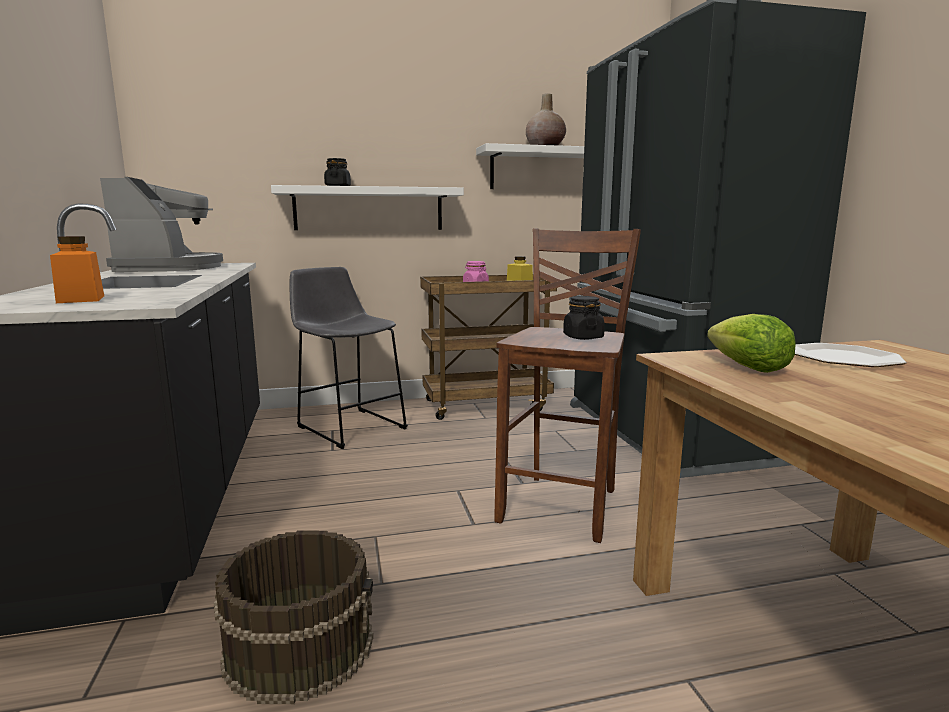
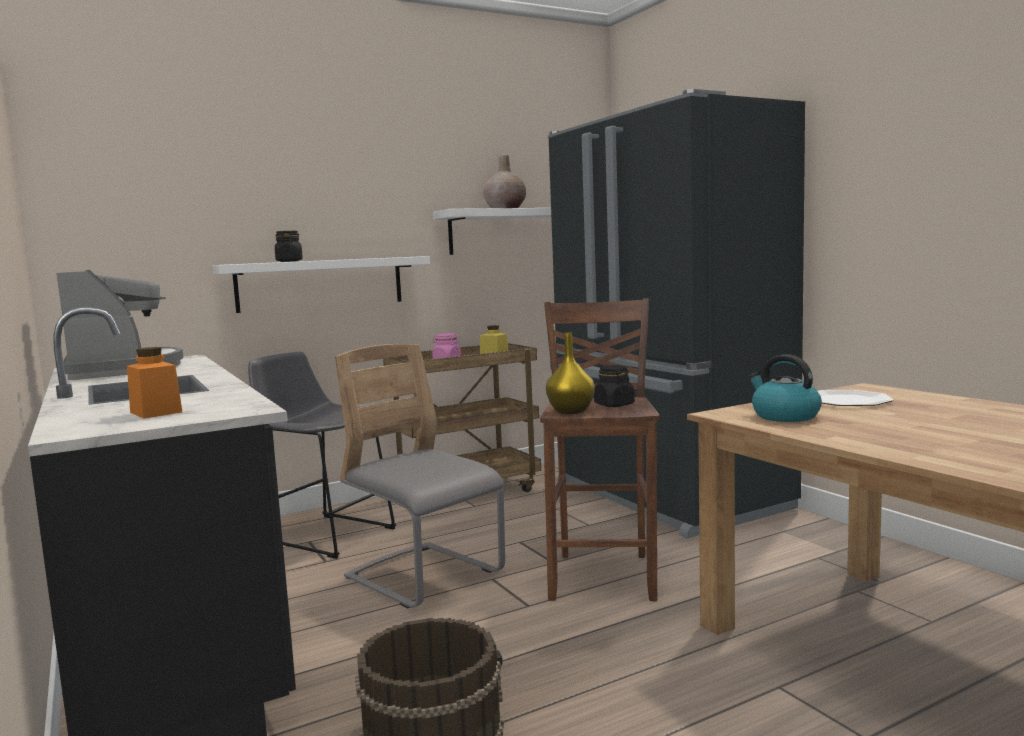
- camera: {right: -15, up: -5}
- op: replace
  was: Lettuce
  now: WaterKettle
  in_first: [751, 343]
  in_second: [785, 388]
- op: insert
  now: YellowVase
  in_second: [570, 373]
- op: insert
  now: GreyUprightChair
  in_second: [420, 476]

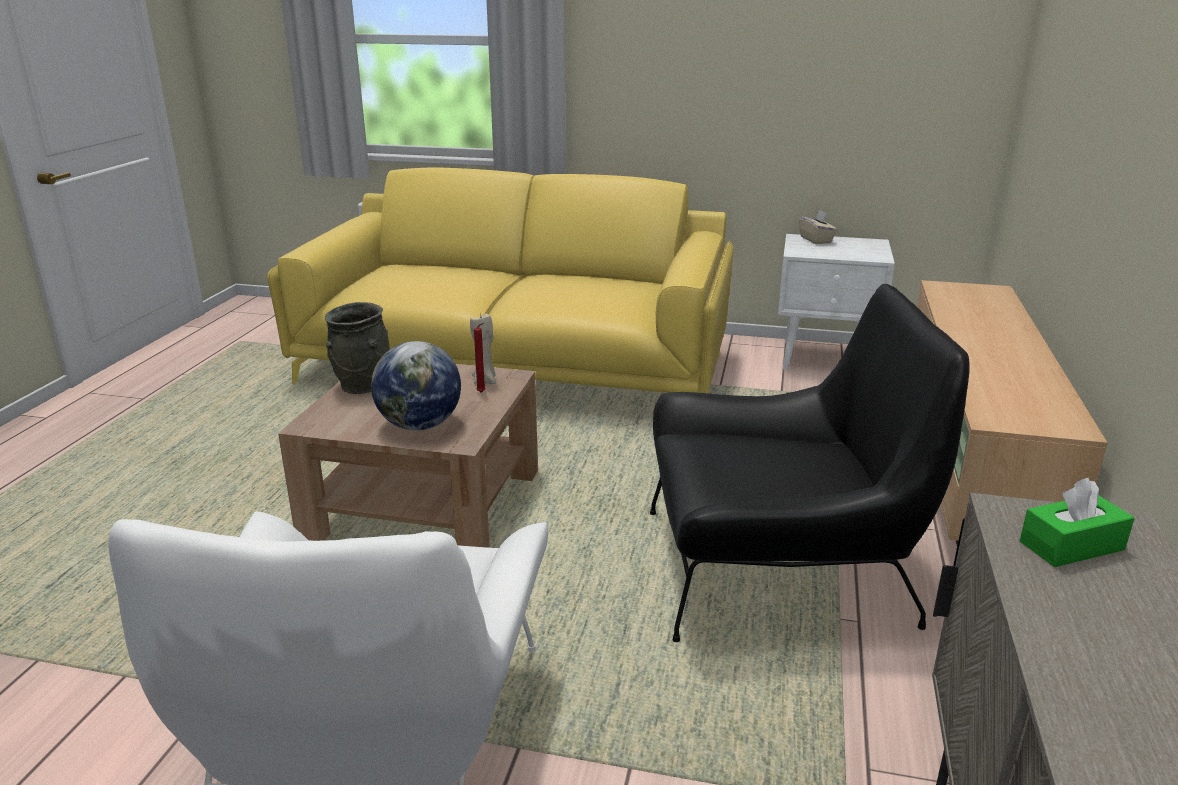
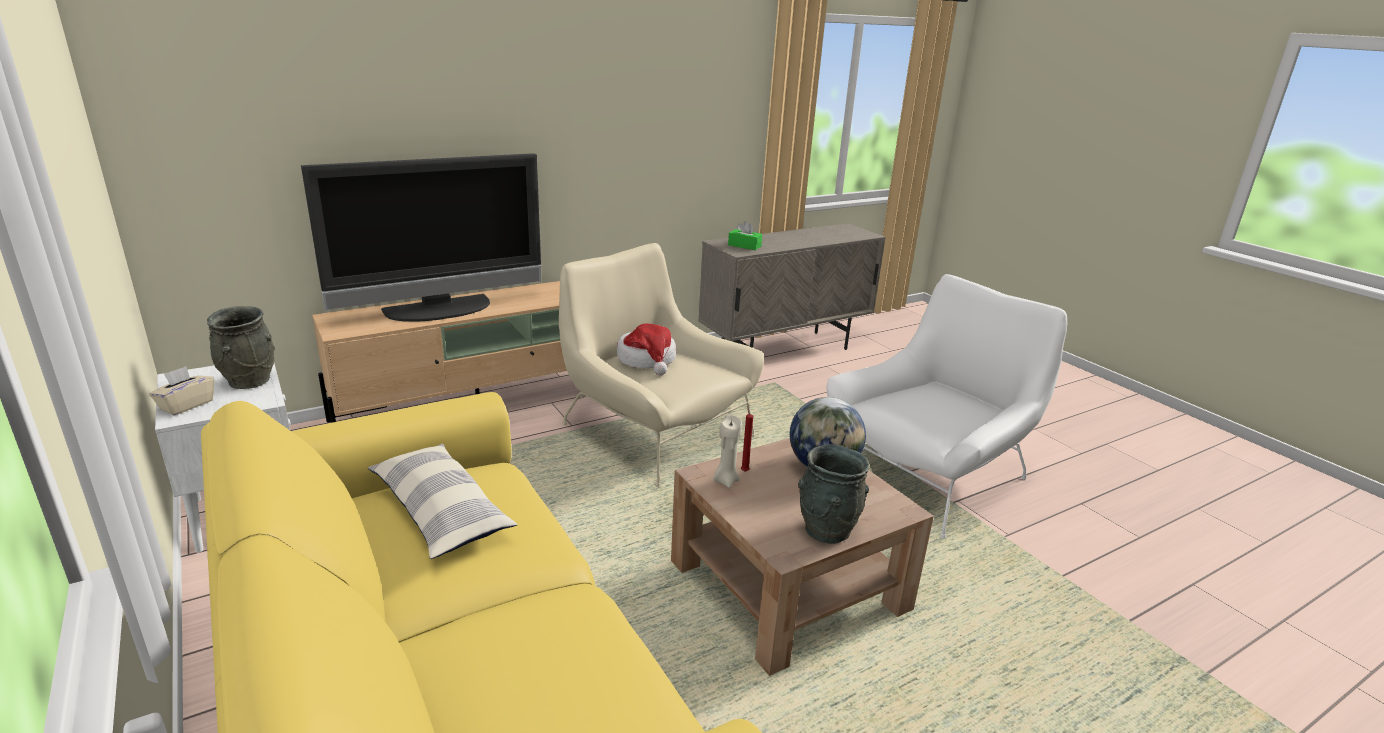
- camera: {right: -135, up: 0}
- op: recolor
  was: BlackColouredLoungeChair
  now: BeigeLoungeChair
  in_first: [810, 463]
  in_second: [661, 365]
- op: insert
  now: TvSet
  in_second: [421, 237]
- op: insert
  now: GreyVase
  in_second: [241, 347]
- op: insert
  now: WearableHat
  in_second: [646, 349]
- op: insert
  now: Pillow
  in_second: [443, 501]

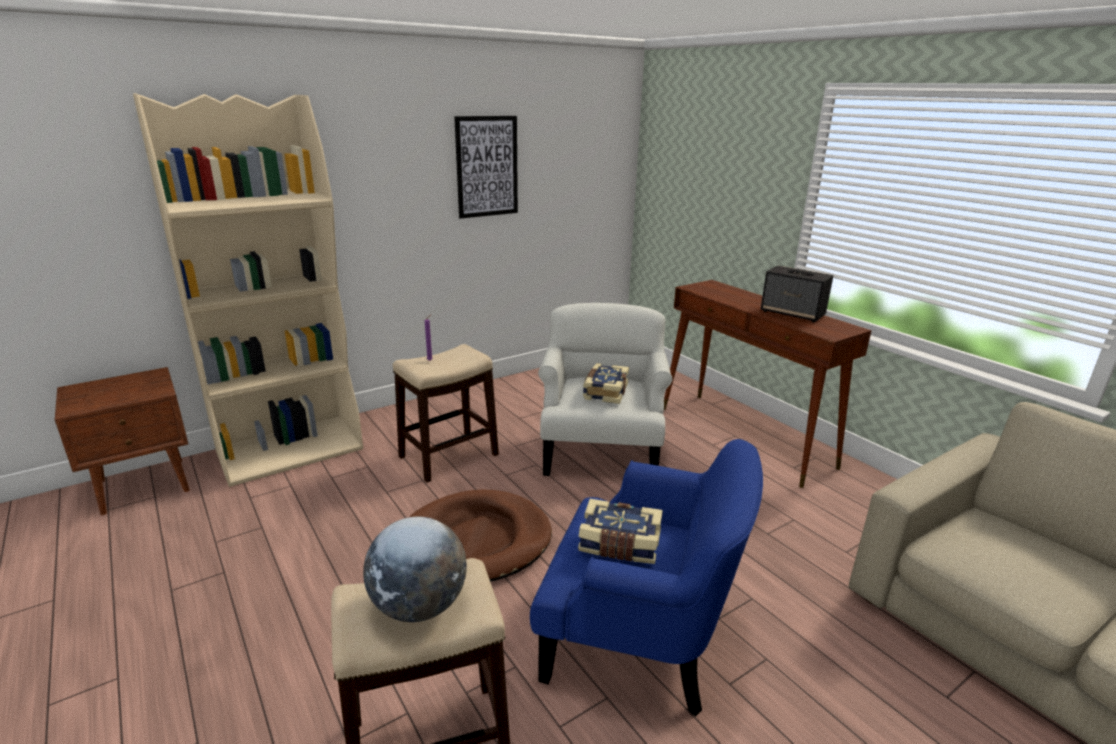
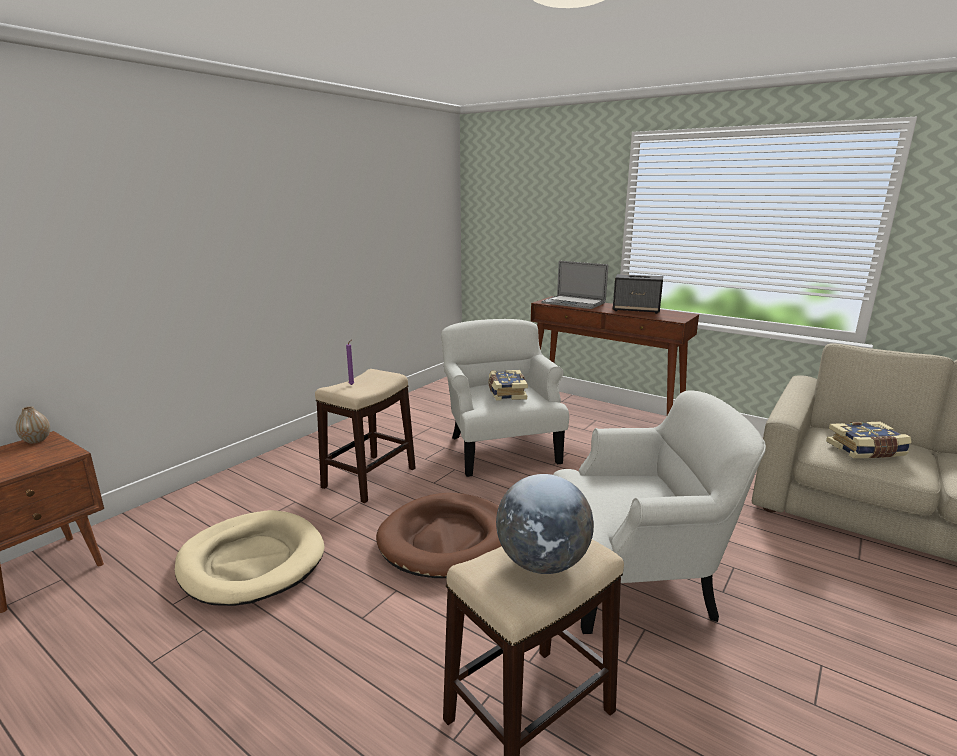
- camera: {right: -20, up: -5}
- op: delete
  was: BeigeShelvingUnit
  in_first: [248, 290]
- op: delete
  was: WallArt
  in_first: [486, 167]
- op: recolor
  was: BlueLoungeChair
  now: WhiteColouredLoungeChair
  in_first: [646, 578]
  in_second: [659, 512]
- op: move
  was: BoundBook
  in_first: [620, 531]
  in_second: [869, 439]
- op: insert
  now: Laptop
  in_second: [574, 285]
- op: insert
  now: Vase
  in_second: [33, 424]
- op: insert
  now: BeigePetBed
  in_second: [249, 558]

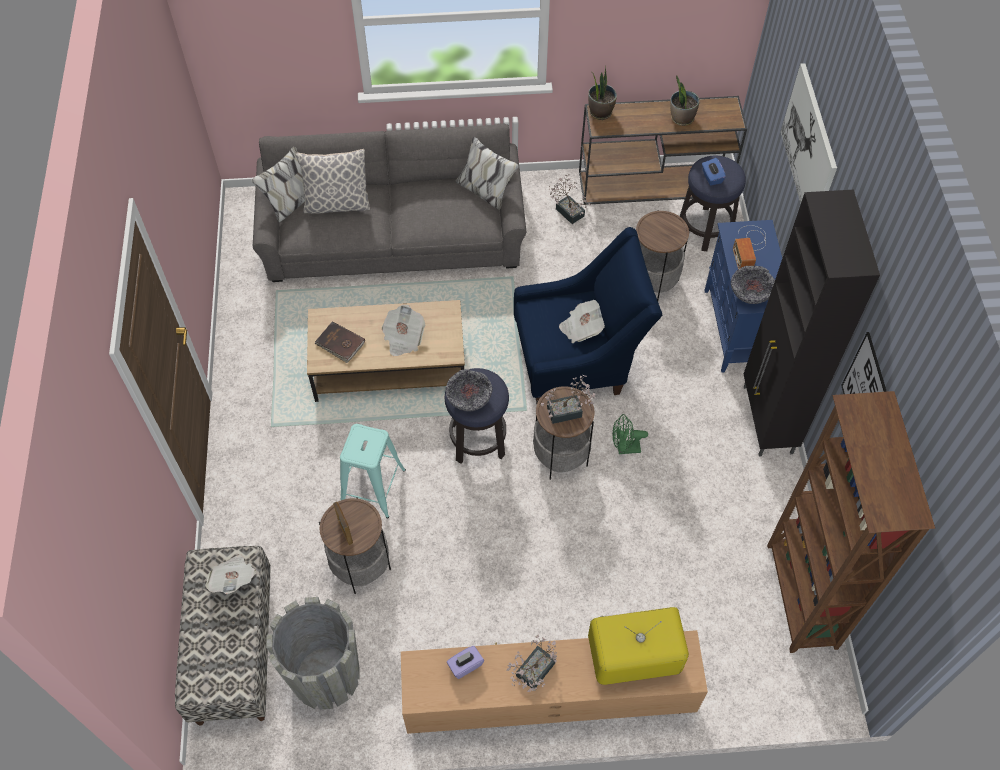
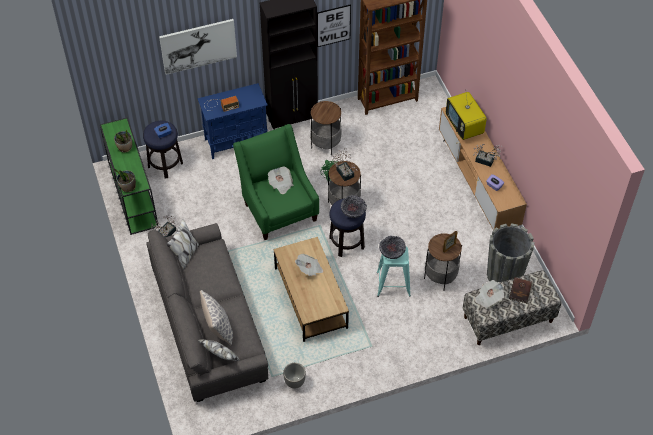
- camera: {right: -105, up: -5}
- op: recolor
  was: BrownColouredNarrowTable
  now: GreenishNarrowTable
  in_first: [663, 150]
  in_second: [129, 176]
- op: move
  was: AccentTable
  in_first: [663, 255]
  in_second: [325, 128]
- op: recolor
  was: BlueLoungeChair
  now: GreenishLoungeChair
  in_first: [588, 315]
  in_second: [276, 182]
- op: move
  was: Bowl
  in_first: [753, 285]
  in_second: [392, 247]
- op: move
  was: BrownColouredBoundBook
  in_first: [340, 342]
  in_second: [521, 290]
- op: insert
  now: Planter
  in_second: [294, 375]

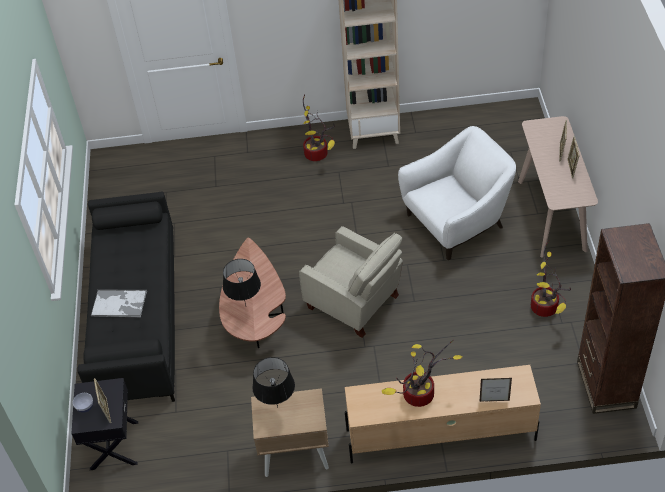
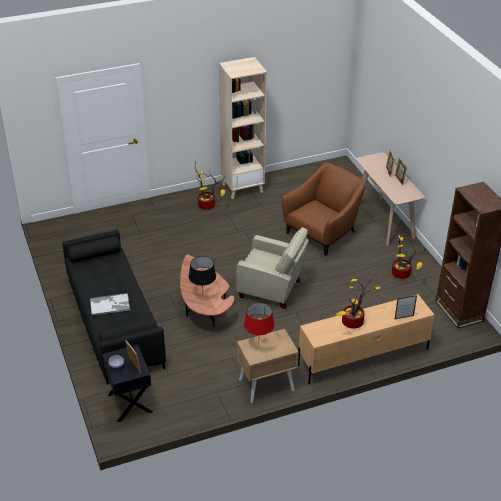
- camera: {right: -20, up: -10}
- op: recolor
  was: WhiteColouredLoungeChair
  now: BrownColouredLoungeChair
  in_first: [457, 193]
  in_second: [323, 209]
- op: recolor
  was: BlackColouredLampForATable
  now: ReddishLampForATable
  in_first: [273, 382]
  in_second: [259, 318]

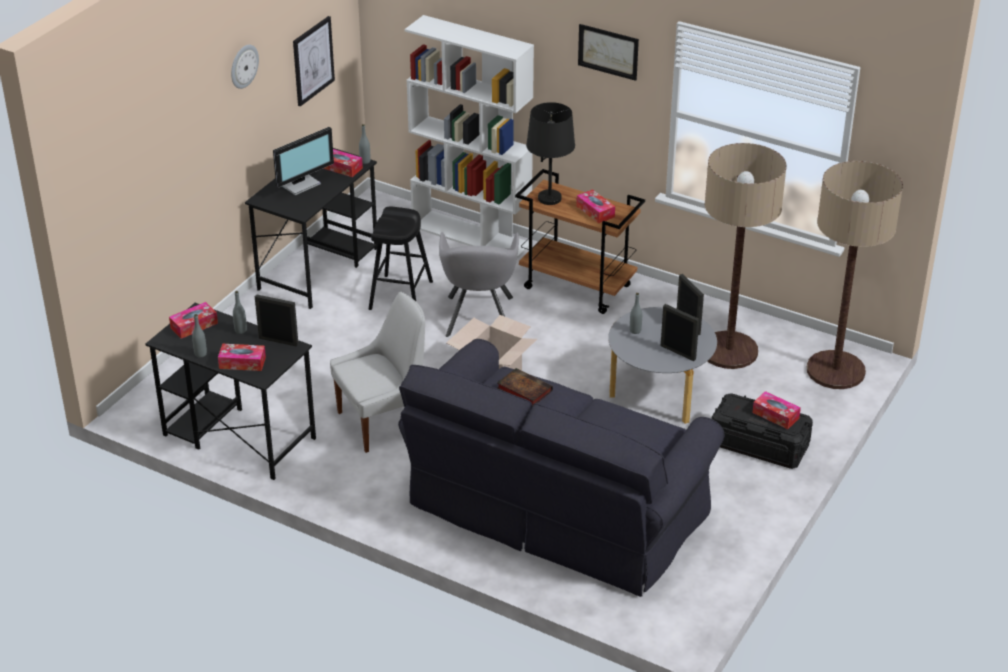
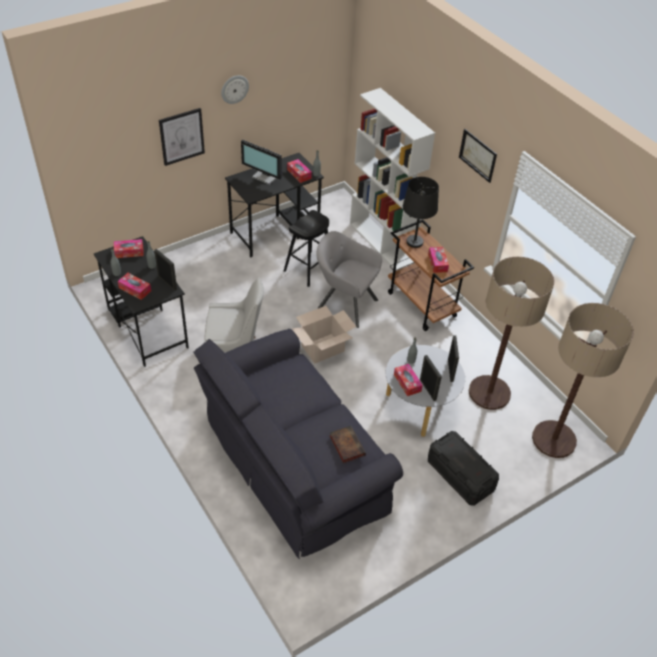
- camera: {right: 25, up: 10}
- op: move
  was: WallArt
  in_first: [314, 61]
  in_second: [182, 137]
- op: rotate
  was: ComputerDisplay
  in_first: [303, 161]
  in_second: [261, 162]
  clockwise: 45
- op: rotate
  was: GreyLoungeChair
  in_first: [479, 284]
  in_second: [349, 279]
  clockwise: 90
- op: move
  was: BoundBook
  in_first: [525, 387]
  in_second: [347, 444]
- op: move
  was: TissueHolder
  in_first: [776, 410]
  in_second: [408, 380]

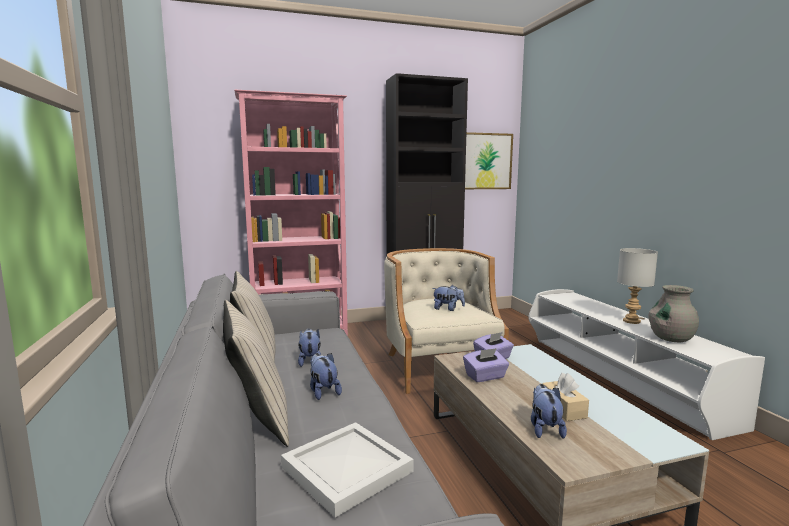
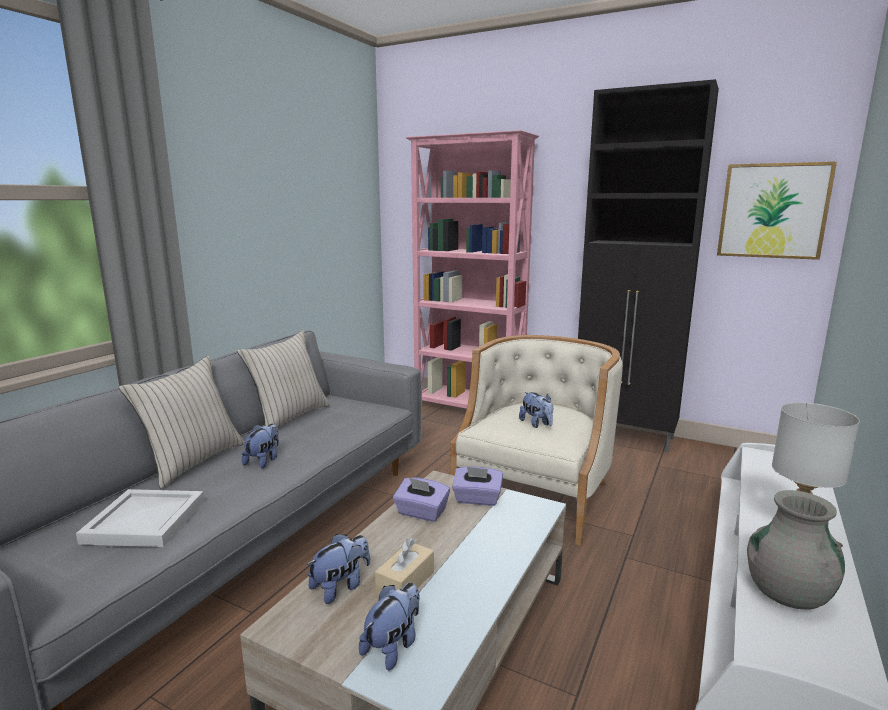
- camera: {right: 45, up: 5}
- op: move
  was: CuddlyToy
  in_first: [309, 347]
  in_second: [389, 626]

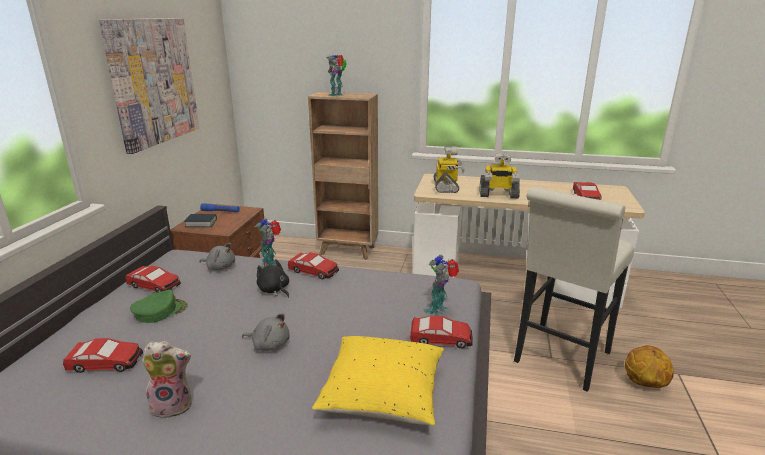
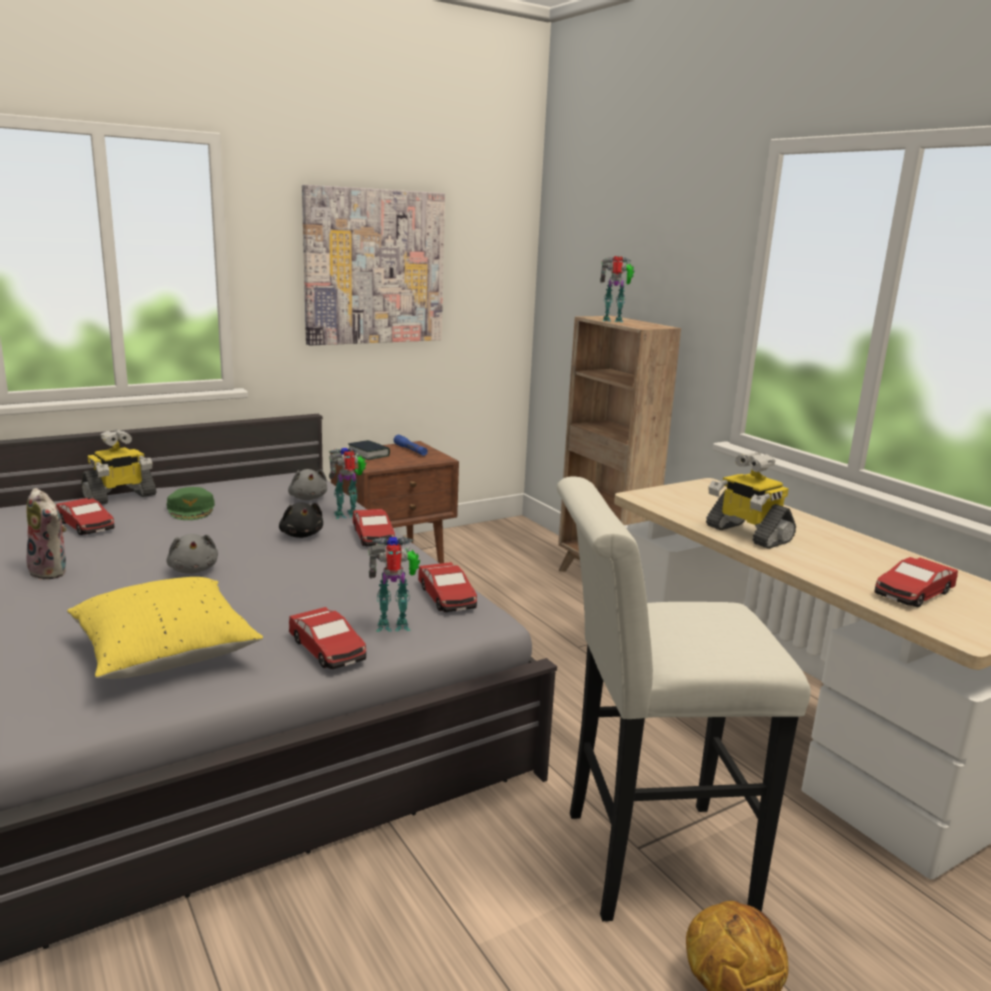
- camera: {right: 45, up: -5}
- op: move
  was: RobotFigure
  in_first: [449, 170]
  in_second: [118, 467]
- op: rotate
  was: BlackColouredCuddlyToy
  in_first: [273, 279]
  in_second: [301, 520]
  clockwise: 150
- op: move
  was: ToyCar
  in_first: [153, 279]
  in_second: [447, 587]
- op: rotate
  was: GreenishBaseballCap
  in_first: [159, 306]
  in_second: [191, 503]
  clockwise: 60

